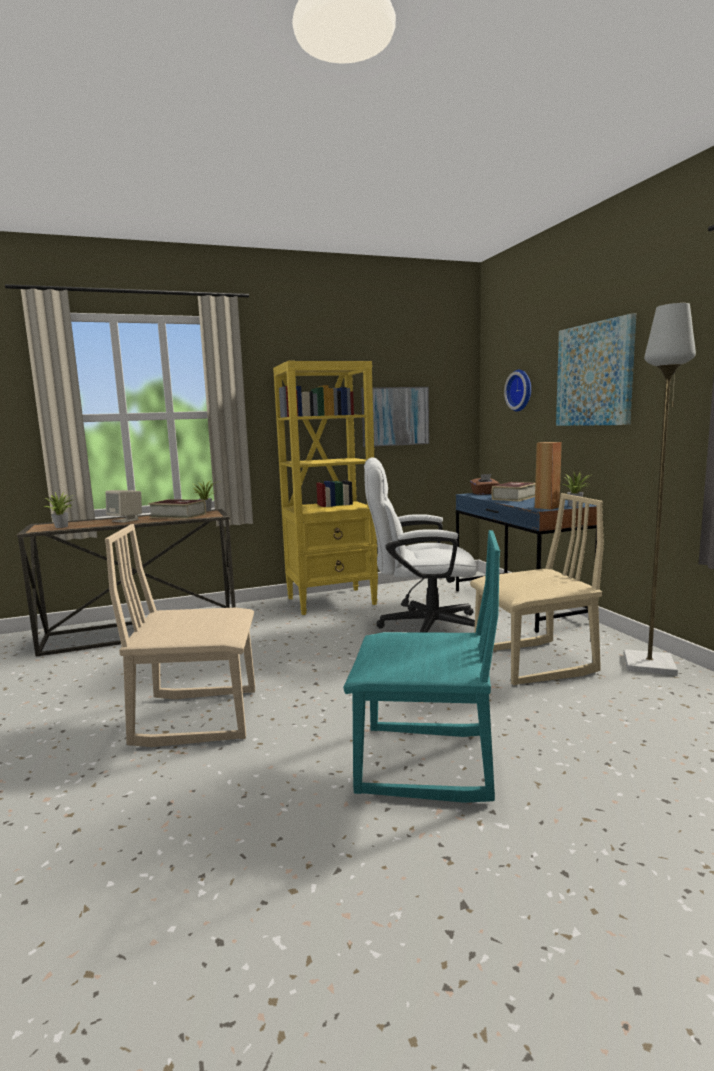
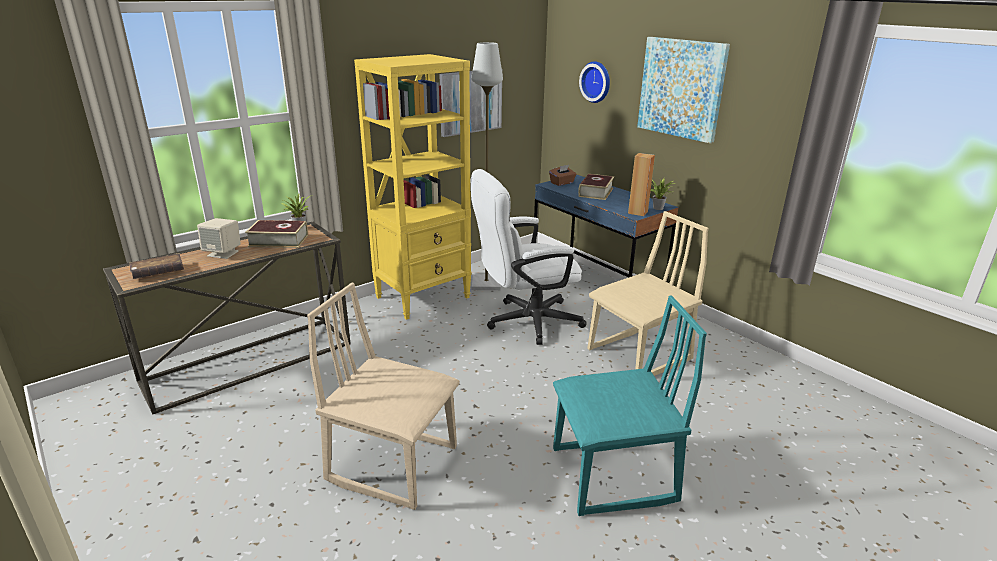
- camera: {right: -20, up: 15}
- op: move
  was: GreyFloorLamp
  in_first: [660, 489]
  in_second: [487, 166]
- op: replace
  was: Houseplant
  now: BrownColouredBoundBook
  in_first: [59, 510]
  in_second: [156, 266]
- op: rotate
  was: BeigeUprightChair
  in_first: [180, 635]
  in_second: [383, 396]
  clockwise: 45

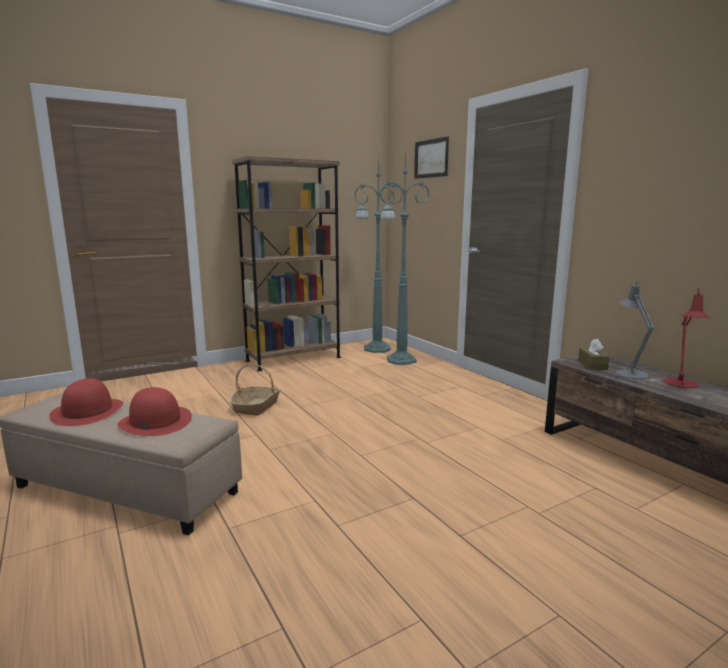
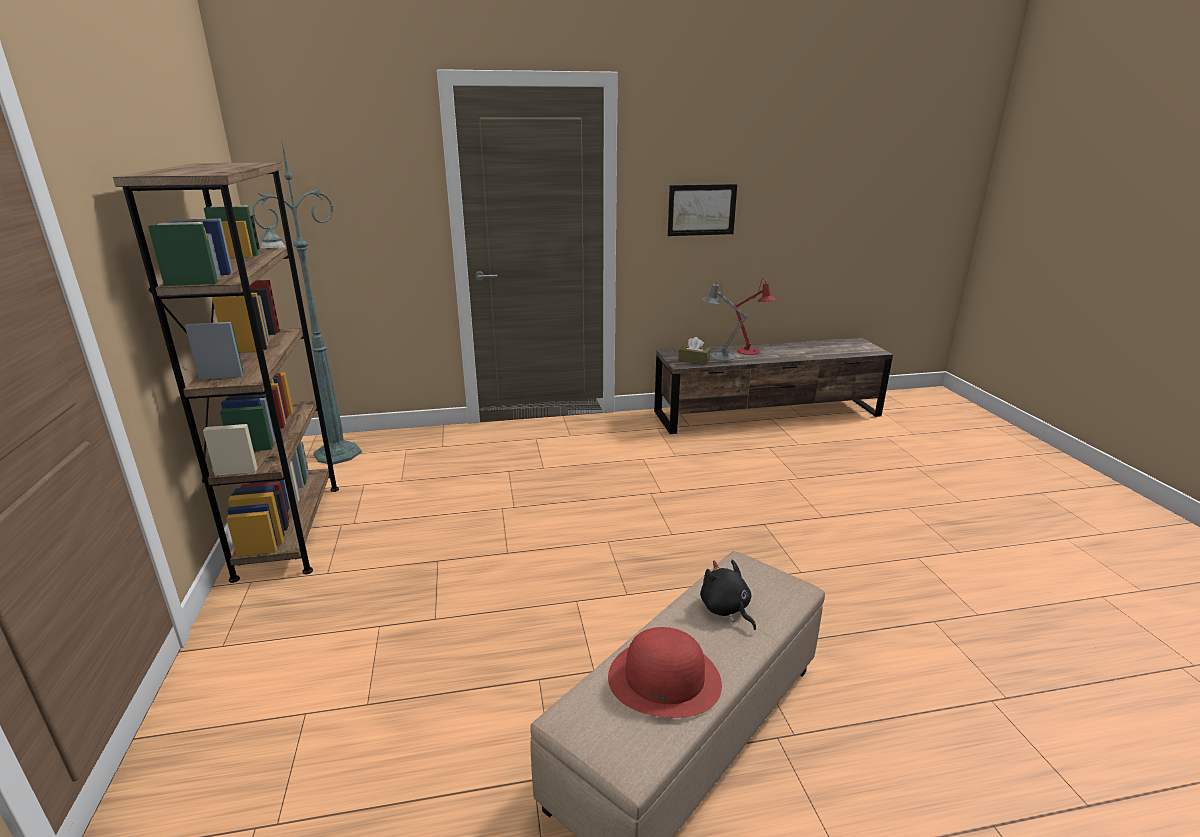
- camera: {right: -70, up: 10}
- op: move
  was: WallArt
  in_first: [431, 157]
  in_second: [702, 210]
- op: delete
  was: GreenishFloorLamp
  in_first: [405, 258]
- op: delete
  was: StorageBasket
  in_first: [254, 390]
- op: replace
  was: ReddishWearableHat
  now: BlackColouredCuddlyToy
  in_first: [154, 411]
  in_second: [728, 594]

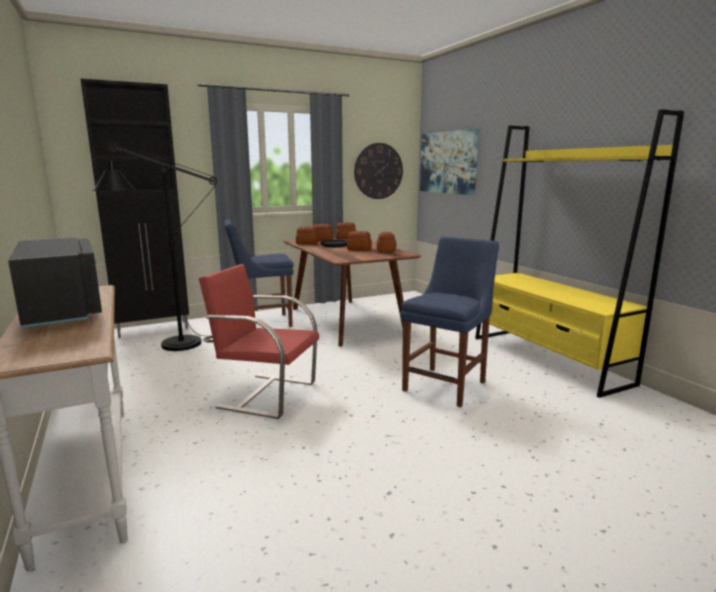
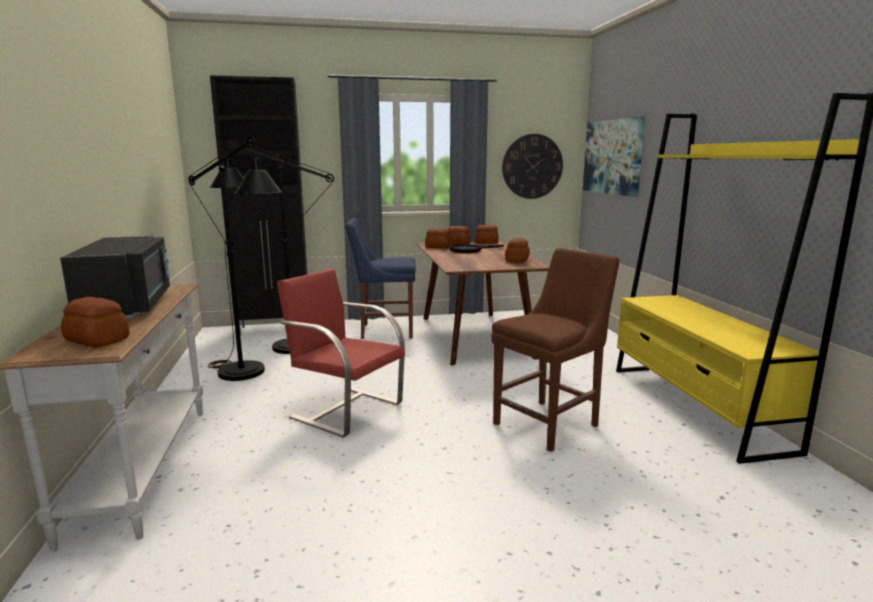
- camera: {right: 15, up: 0}
- op: move
  was: BakedBread
  in_first: [359, 241]
  in_second: [95, 322]
- op: recolor
  was: BlueUprightChair
  now: BrownColouredUprightChair
  in_first: [449, 322]
  in_second: [555, 350]
- op: insert
  now: BlackColouredFloorLamp
  in_second: [235, 258]

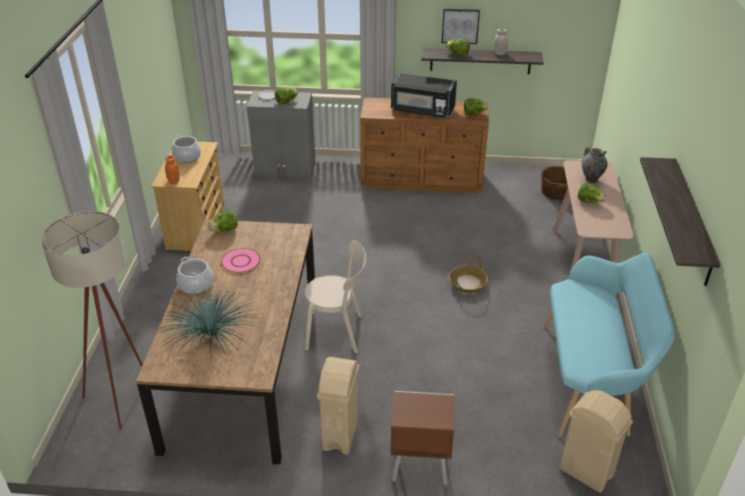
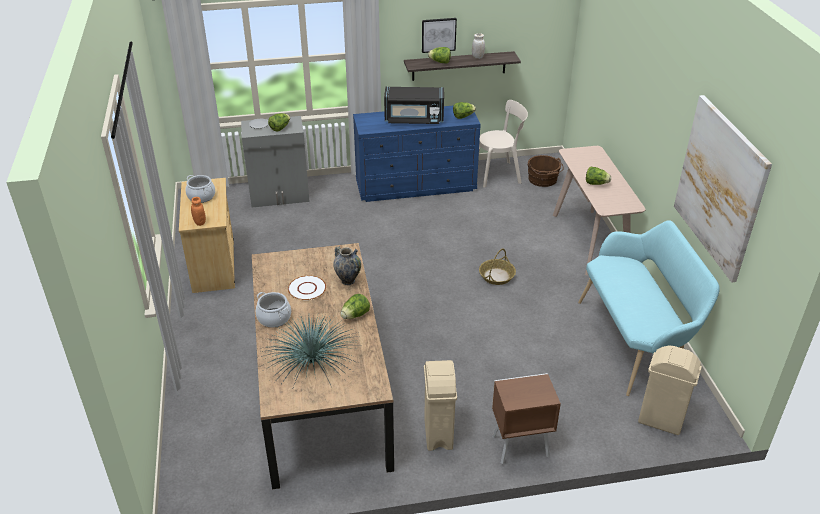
- camera: {right: -15, up: 0}
- op: recolor
  was: BrownColouredDresser
  now: BlueDresser
  in_first: [424, 145]
  in_second: [417, 153]
- op: move
  was: Vase
  in_first: [595, 165]
  in_second: [347, 265]
- op: replace
  was: Shelf
  now: WallArt
  in_first: [680, 221]
  in_second: [723, 188]
- op: move
  was: Lettuce
  in_first: [223, 221]
  in_second: [355, 306]
- op: delete
  was: BeigeFloorLamp
  in_first: [92, 320]
- op: move
  was: BeigeUprightChair
  in_first: [335, 296]
  in_second: [503, 144]
- op: recolor
  was: PinkColouredFlatDish
  now: WhiteColouredFlatDish
  in_first: [240, 260]
  in_second: [307, 288]

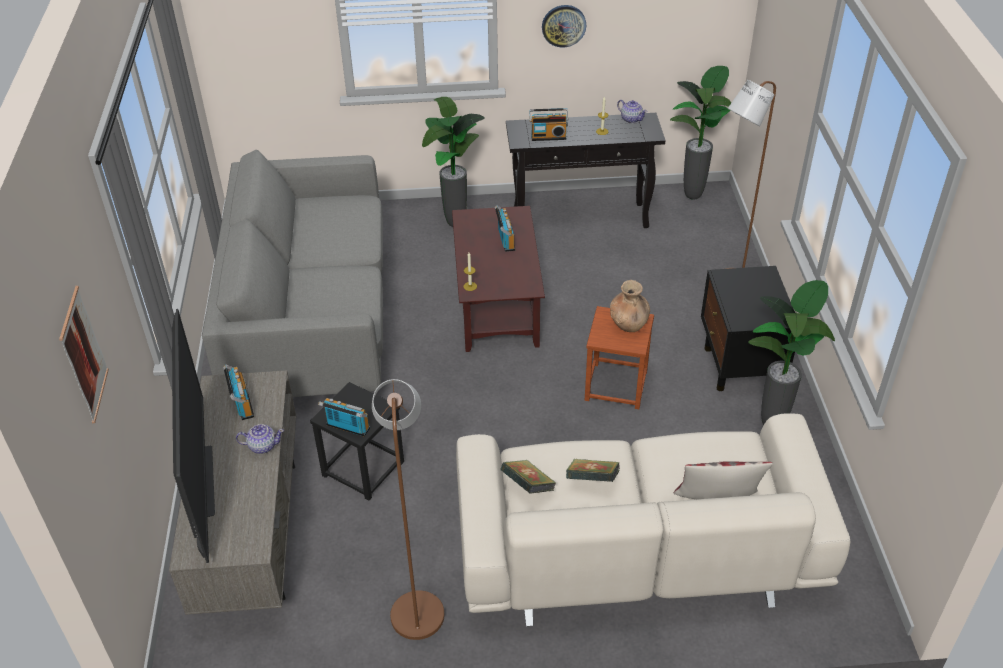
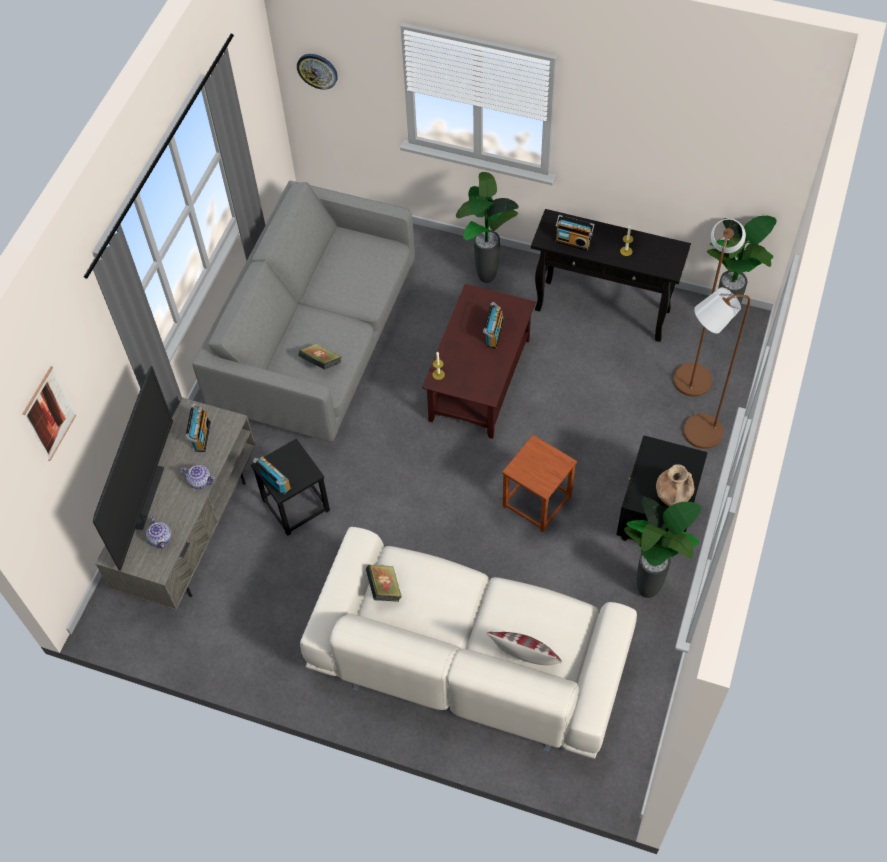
- camera: {right: 25, up: 15}
- op: move
  was: HangingClock
  in_first: [564, 26]
  in_second: [317, 72]
- op: move
  was: PotForTea
  in_first: [632, 111]
  in_second: [158, 532]
- op: move
  was: BrownColouredVase
  in_first: [630, 306]
  in_second: [675, 485]
- op: move
  was: BrownColouredFloorLamp
  in_first: [408, 509]
  in_second: [709, 308]
- op: move
  was: BoundBook
  in_first: [593, 470]
  in_second: [319, 357]

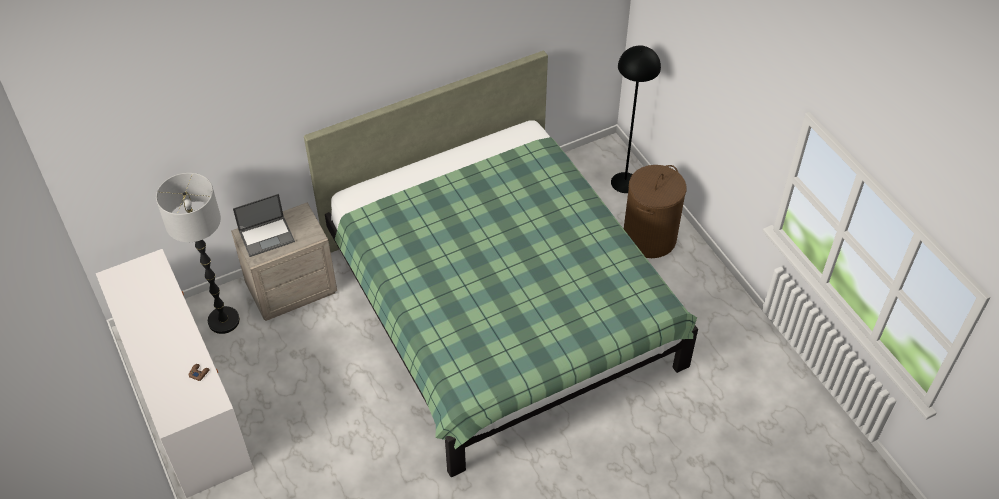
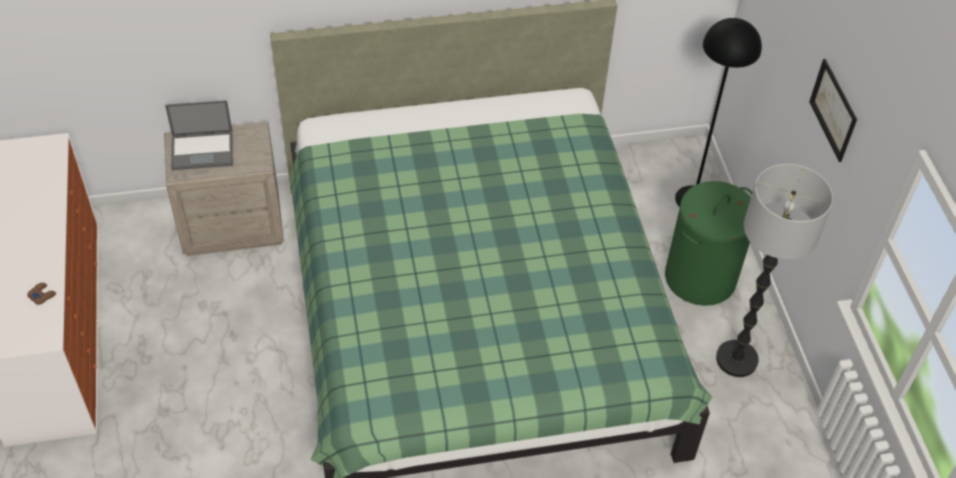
- camera: {right: 15, up: 0}
- op: recolor
  was: BrownColouredWashingBasket
  now: GreenishWashingBasket
  in_first: [655, 211]
  in_second: [709, 243]
- op: move
  was: FloorLamp
  in_first: [198, 253]
  in_second: [774, 270]
- op: insert
  now: WallArt
  in_second: [833, 110]

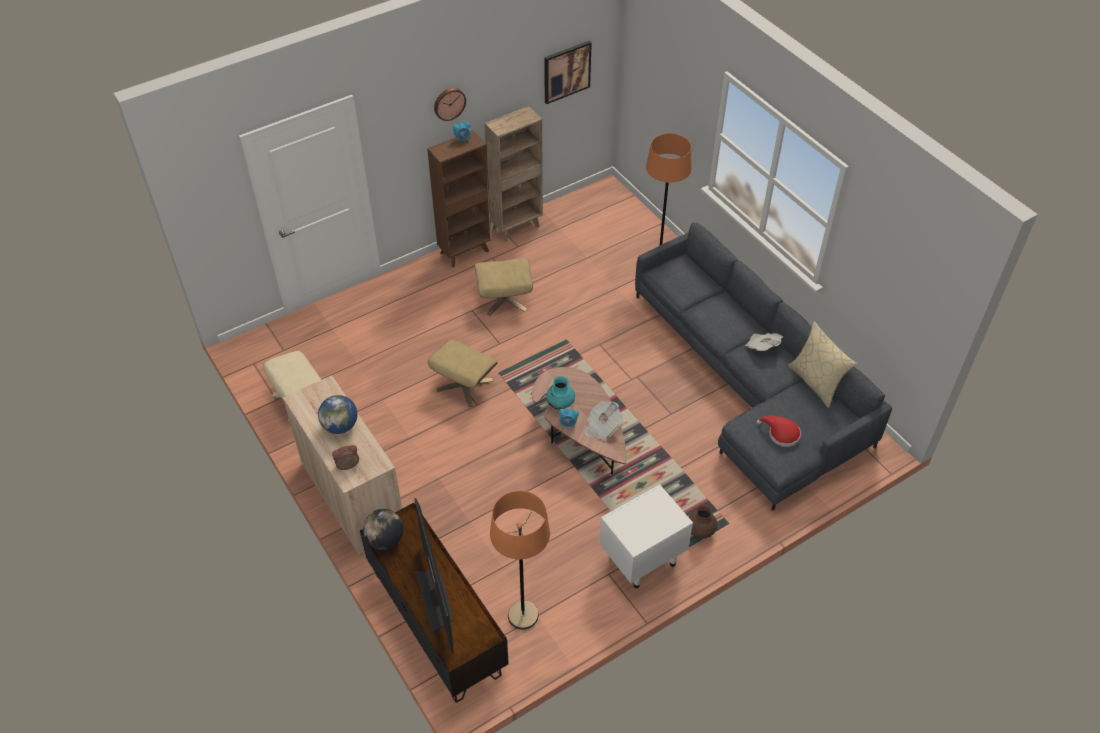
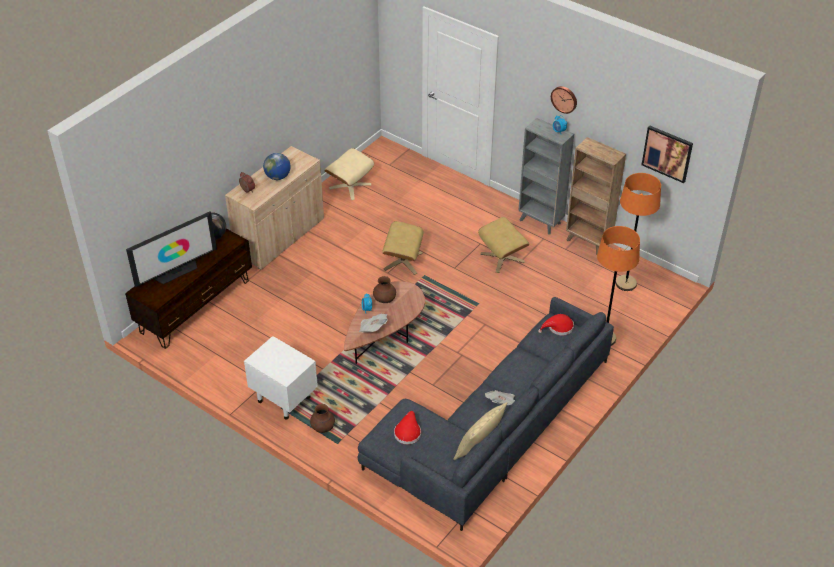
- camera: {right: 70, up: -5}
- op: recolor
  was: BrownColouredShelvingUnit
  now: GreyShelvingUnit
  in_first: [459, 199]
  in_second: [546, 176]
- op: recolor
  was: BlueGreenVase
  now: BrownColouredVase
  in_first: [560, 393]
  in_second: [384, 289]
- op: move
  was: OrangeyFloorLamp
  in_first: [520, 560]
  in_second: [638, 232]
- op: insert
  now: ReddishWearableHat
  in_second: [556, 325]

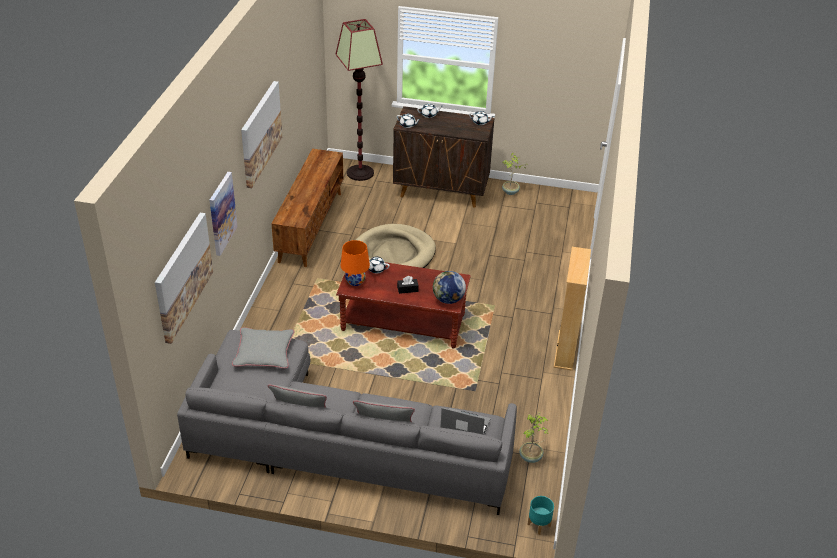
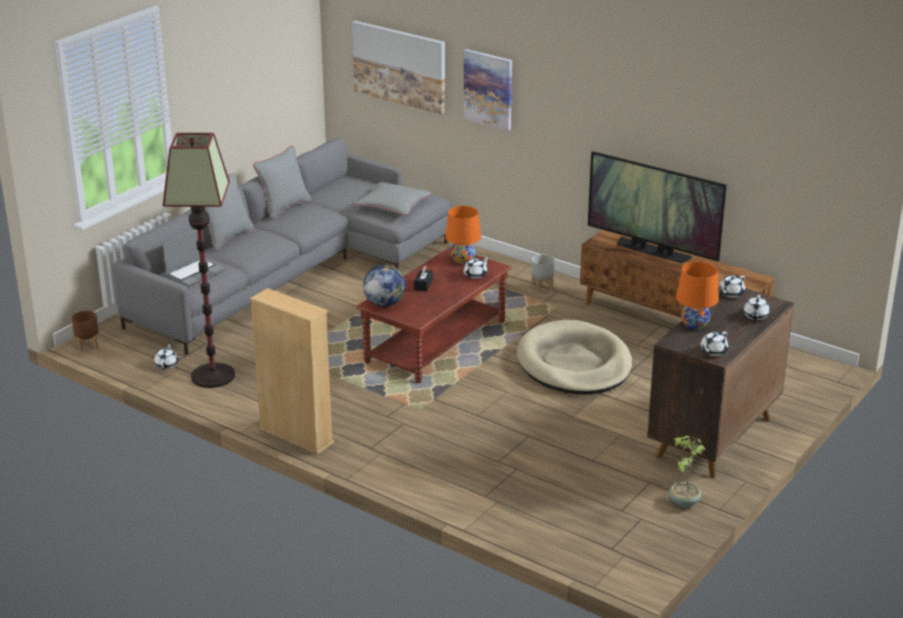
- camera: {right: 115, up: -10}
- op: move
  was: FloorLamp
  in_first: [359, 100]
  in_second: [199, 260]
- op: delete
  was: WallArt
  in_first: [261, 134]
- op: replace
  was: Houseplant
  now: WhiteColouredPotForTea
  in_first: [533, 437]
  in_second: [166, 355]
- op: recolor
  was: BlueGreenPlanter
  now: BrownColouredPlanter
  in_first: [541, 515]
  in_second: [85, 331]
- op: insert
  now: TvSet
  in_second: [657, 207]
- op: insert
  now: GreyPlanter
  in_second: [543, 273]
- op: insert
  now: OrangeyLampForATable
  in_second: [697, 296]

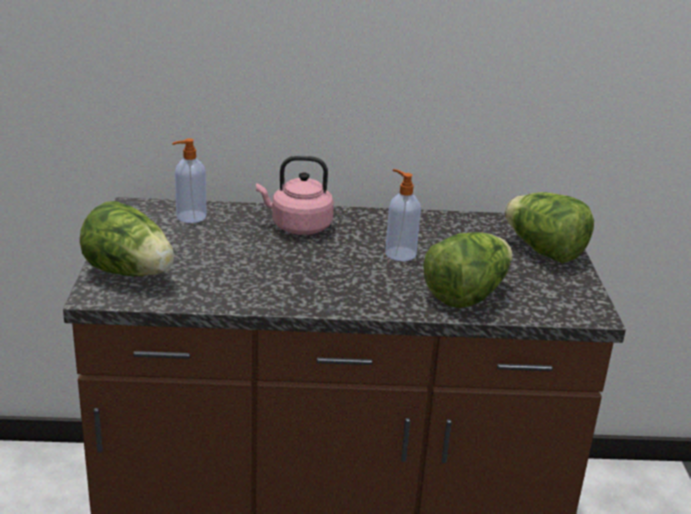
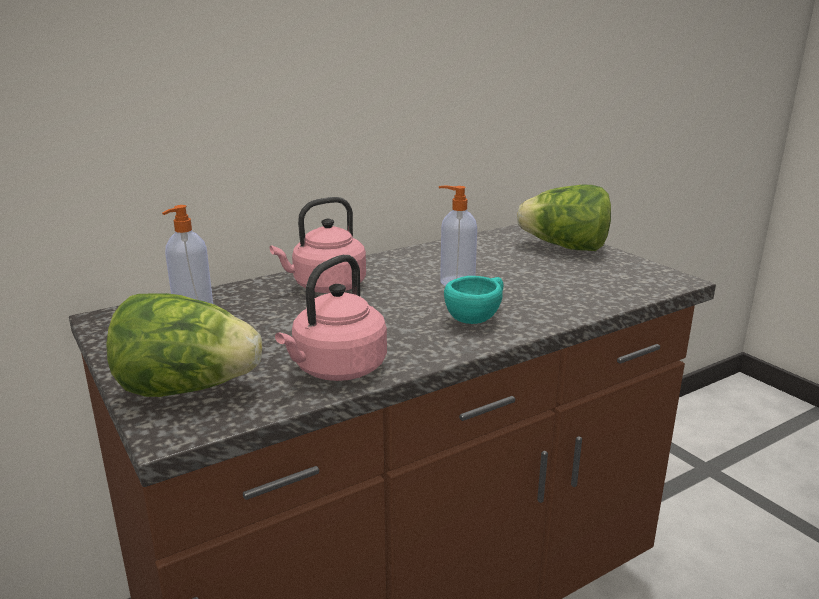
- camera: {right: -30, up: -5}
- op: delete
  was: Lettuce
  in_first: [467, 270]
- op: insert
  now: PinkColouredWaterKettle
  in_second: [331, 318]
- op: insert
  now: BlueGreenCup
  in_second: [473, 300]

